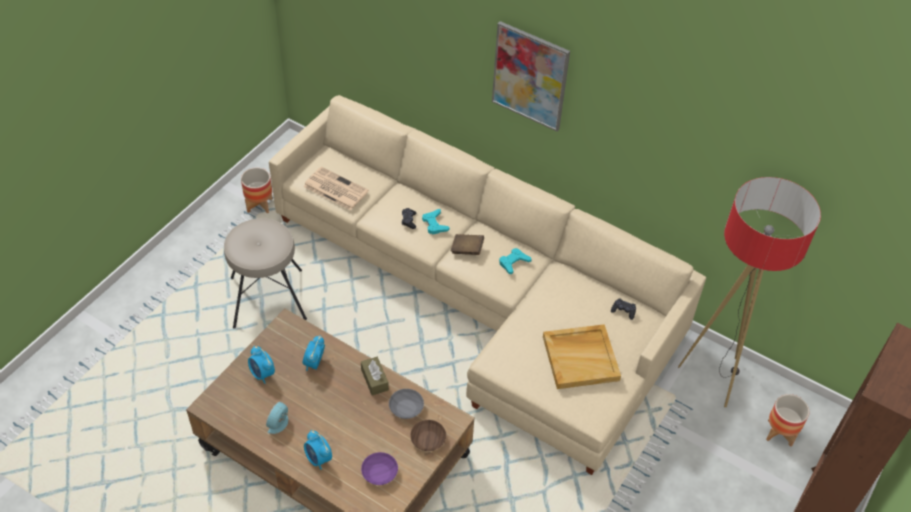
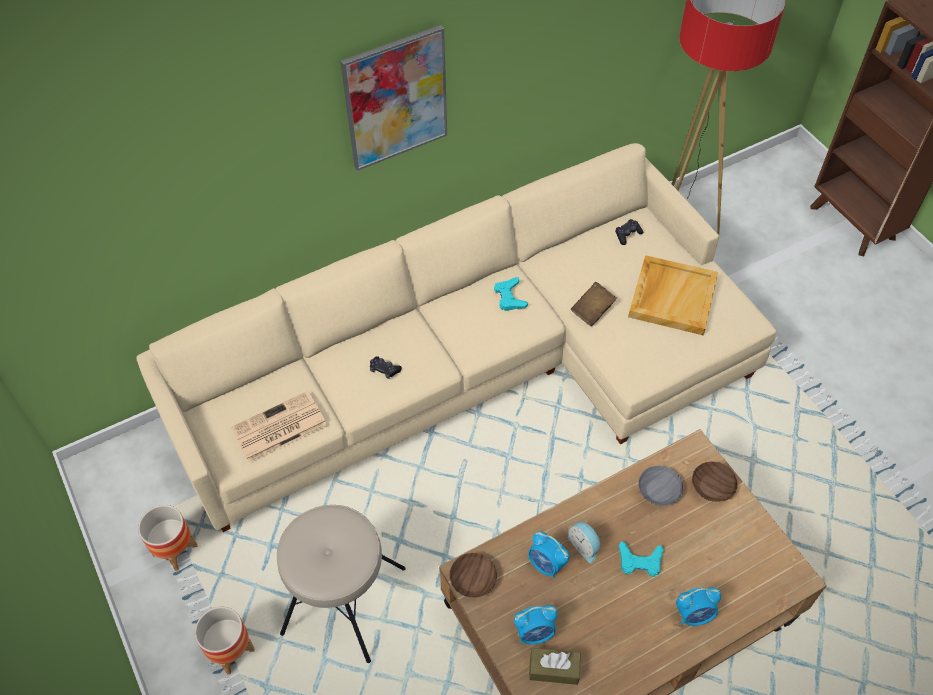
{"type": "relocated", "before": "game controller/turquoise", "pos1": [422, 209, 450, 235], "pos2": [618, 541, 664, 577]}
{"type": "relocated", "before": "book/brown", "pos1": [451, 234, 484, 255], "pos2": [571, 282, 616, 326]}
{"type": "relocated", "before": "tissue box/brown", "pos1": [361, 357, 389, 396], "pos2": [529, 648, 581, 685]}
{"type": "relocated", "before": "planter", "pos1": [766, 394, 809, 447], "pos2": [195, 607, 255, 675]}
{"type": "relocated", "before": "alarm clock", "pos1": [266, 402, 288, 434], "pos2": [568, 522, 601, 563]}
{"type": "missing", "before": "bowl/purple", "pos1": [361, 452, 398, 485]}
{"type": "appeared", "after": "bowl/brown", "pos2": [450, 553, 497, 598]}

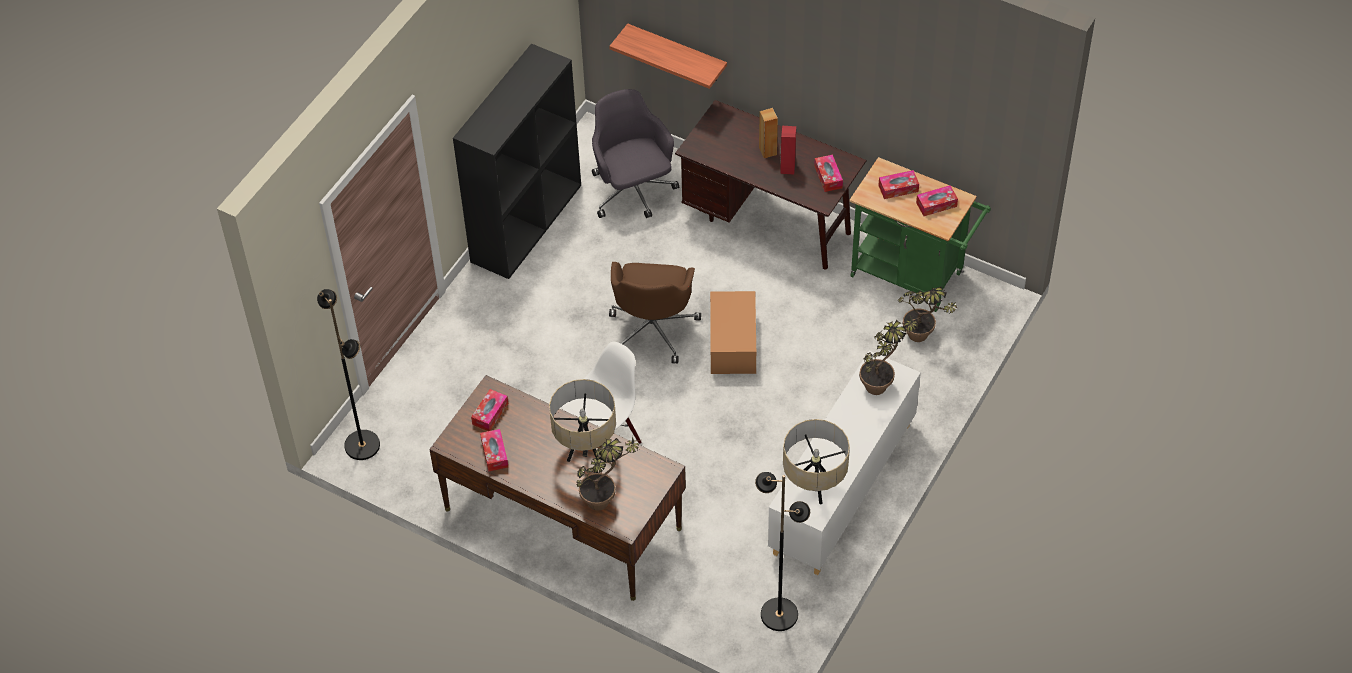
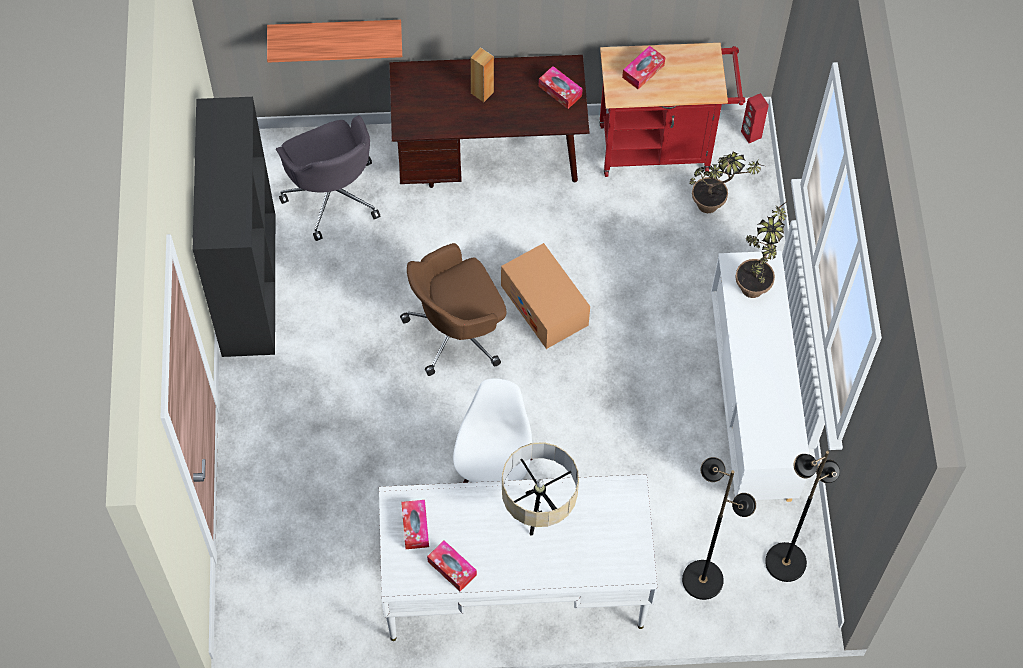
{"type": "spun", "before": "office chair/grey", "pos1": [592, 89, 679, 218], "pos2": [276, 115, 381, 241], "turn": -150}
{"type": "relocated", "before": "speaker/red", "pos1": [780, 126, 796, 174], "pos2": [741, 93, 769, 143]}
{"type": "colour", "before": "cart/green", "after": "cart/red", "pos1": [849, 157, 991, 312], "pos2": [599, 43, 745, 177]}
{"type": "missing", "before": "tissue box", "pos1": [916, 185, 958, 216]}
{"type": "spun", "before": "office chair/brown", "pos1": [609, 262, 701, 364], "pos2": [400, 243, 507, 376], "turn": 90}
{"type": "relocated", "before": "floor lamp/black", "pos1": [317, 289, 380, 460], "pos2": [682, 457, 756, 600]}
{"type": "colour", "before": "desk/brown", "after": "desk/white", "pos1": [429, 375, 686, 601], "pos2": [379, 474, 658, 641]}
{"type": "missing", "before": "table lamp/beige", "pos1": [783, 419, 850, 504]}
{"type": "missing", "before": "potted plant", "pos1": [576, 436, 640, 510]}

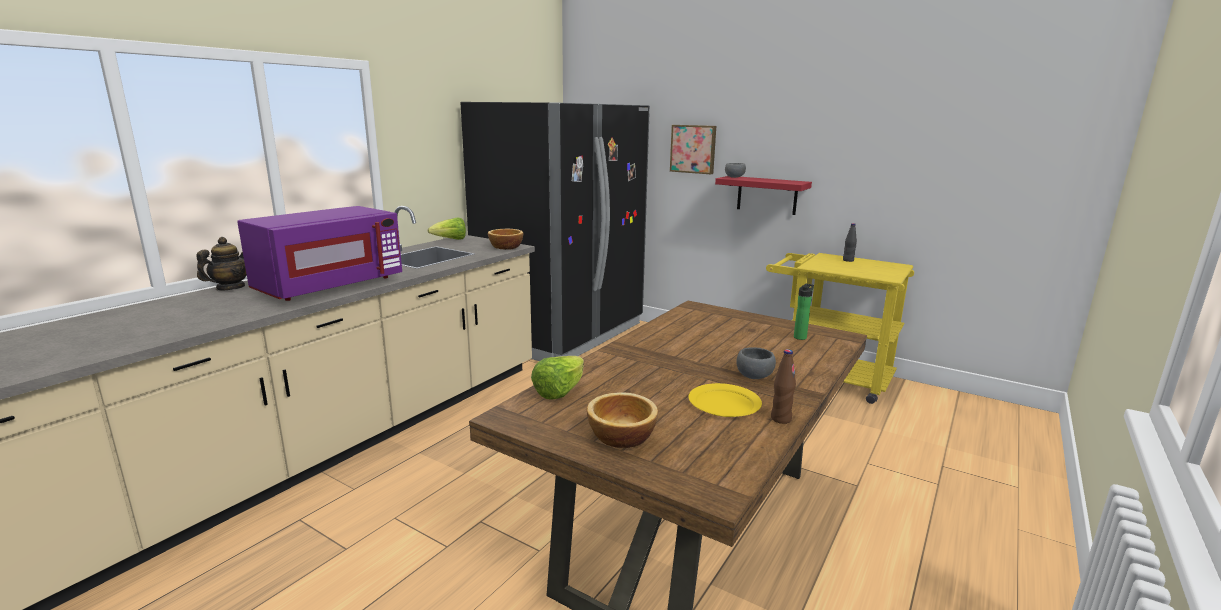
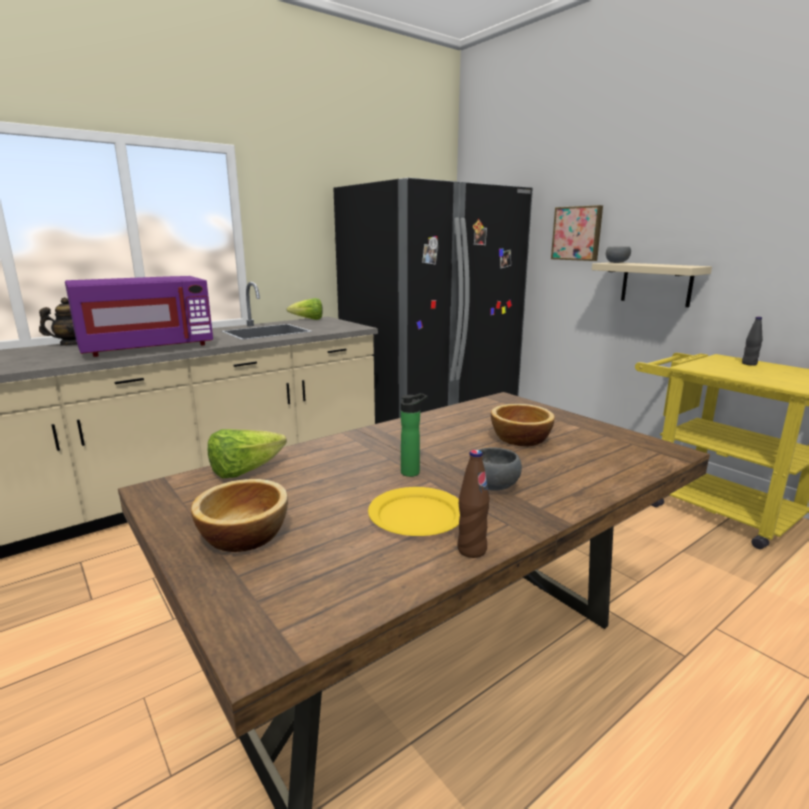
{"type": "colour", "before": "shelf/red", "after": "shelf/beige", "pos1": [715, 176, 812, 215], "pos2": [592, 262, 712, 307]}
{"type": "relocated", "before": "bowl", "pos1": [488, 229, 523, 250], "pos2": [491, 404, 555, 447]}
{"type": "relocated", "before": "bottle", "pos1": [794, 284, 814, 340], "pos2": [401, 393, 428, 477]}

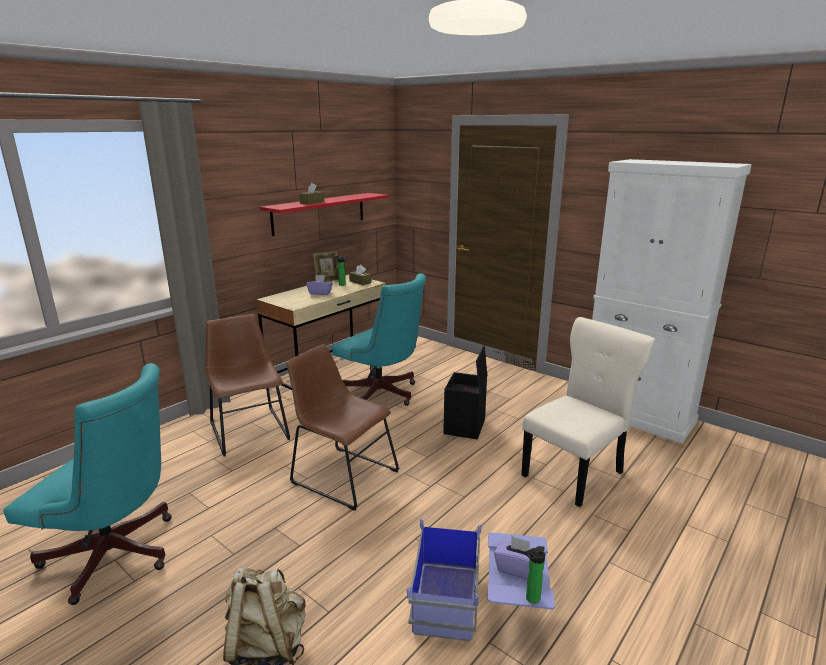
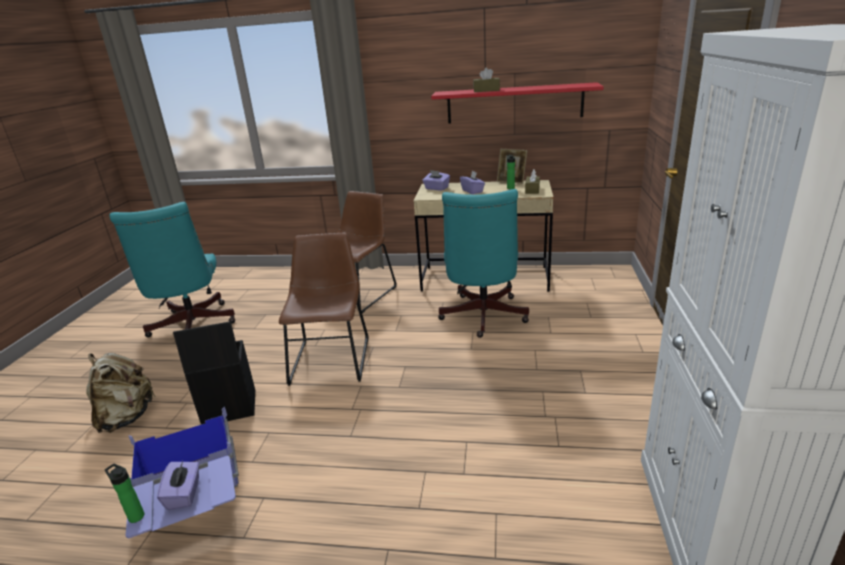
{"type": "missing", "before": "chair/beige", "pos1": [521, 317, 655, 507]}
{"type": "relocated", "before": "storage box/black", "pos1": [443, 345, 487, 440], "pos2": [173, 321, 255, 424]}
{"type": "appeared", "after": "tissue box/purple", "pos2": [423, 170, 450, 191]}

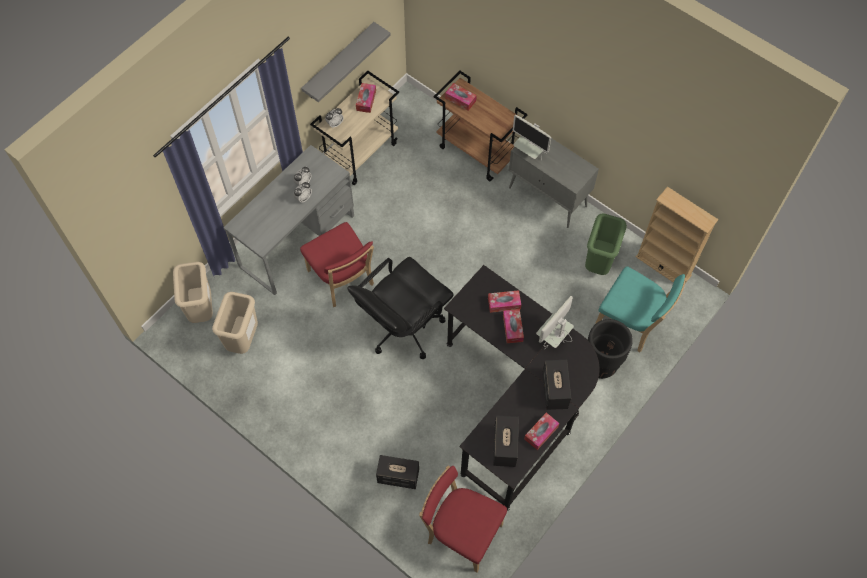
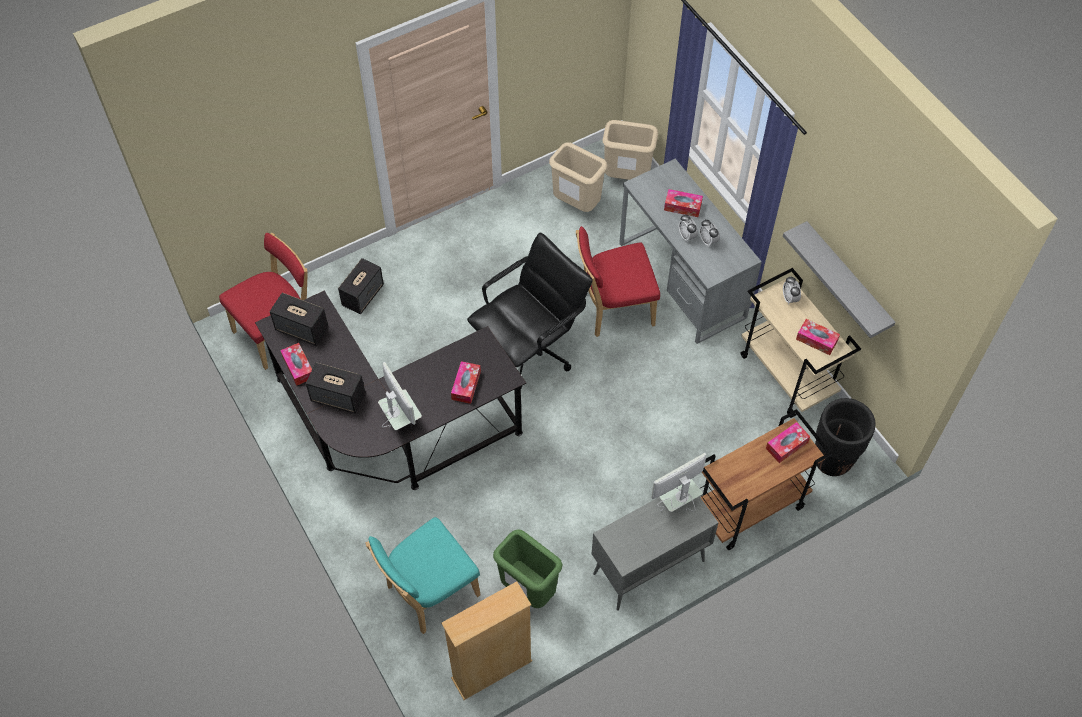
{"type": "spun", "before": "office chair/black", "pos1": [347, 257, 454, 359], "pos2": [467, 232, 592, 388], "turn": 75}
{"type": "relocated", "before": "tissue box", "pos1": [503, 309, 524, 343], "pos2": [664, 189, 703, 217]}
{"type": "relocated", "before": "planter/black", "pos1": [588, 319, 633, 379], "pos2": [815, 398, 875, 476]}

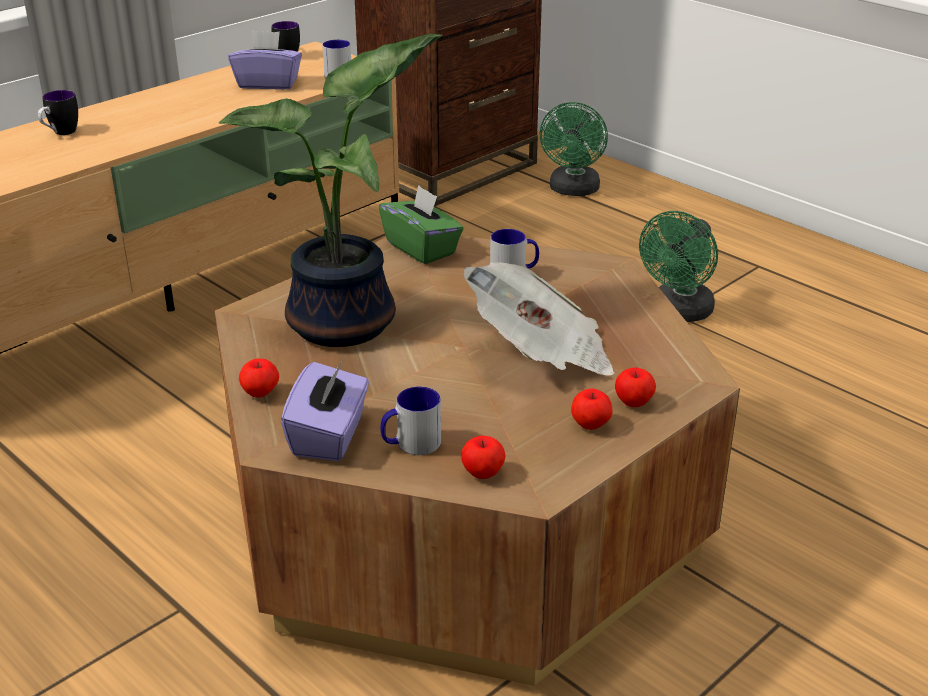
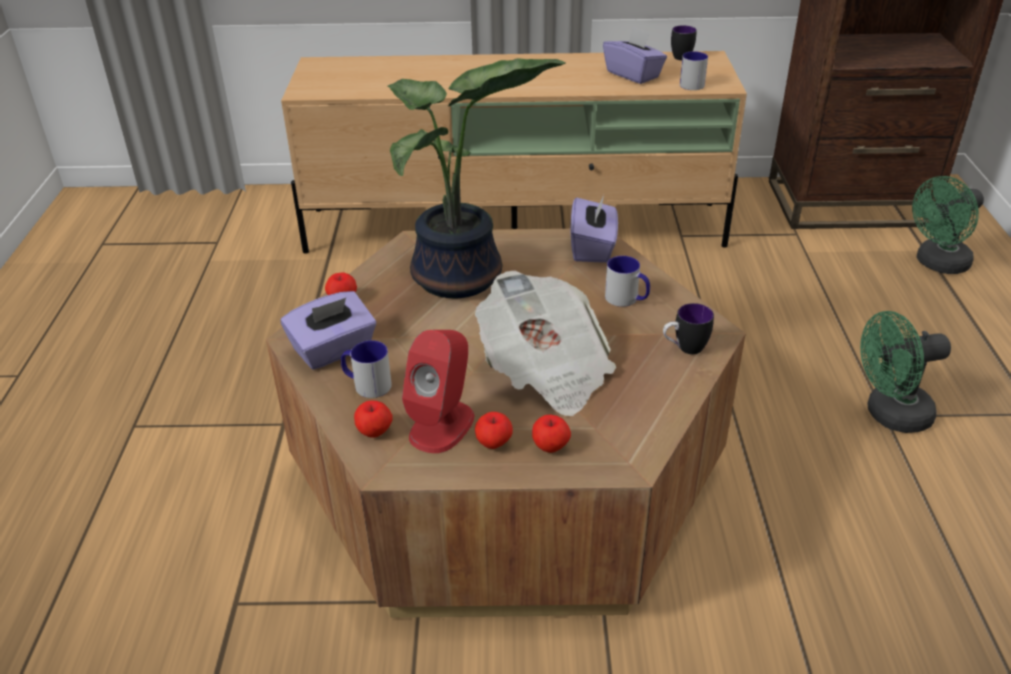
{"type": "relocated", "before": "mug", "pos1": [38, 90, 78, 135], "pos2": [663, 303, 714, 354]}
{"type": "colour", "before": "tissue box/green", "after": "tissue box/purple", "pos1": [379, 185, 464, 264], "pos2": [570, 195, 618, 263]}
{"type": "appeared", "after": "speaker/red", "pos2": [402, 330, 474, 453]}

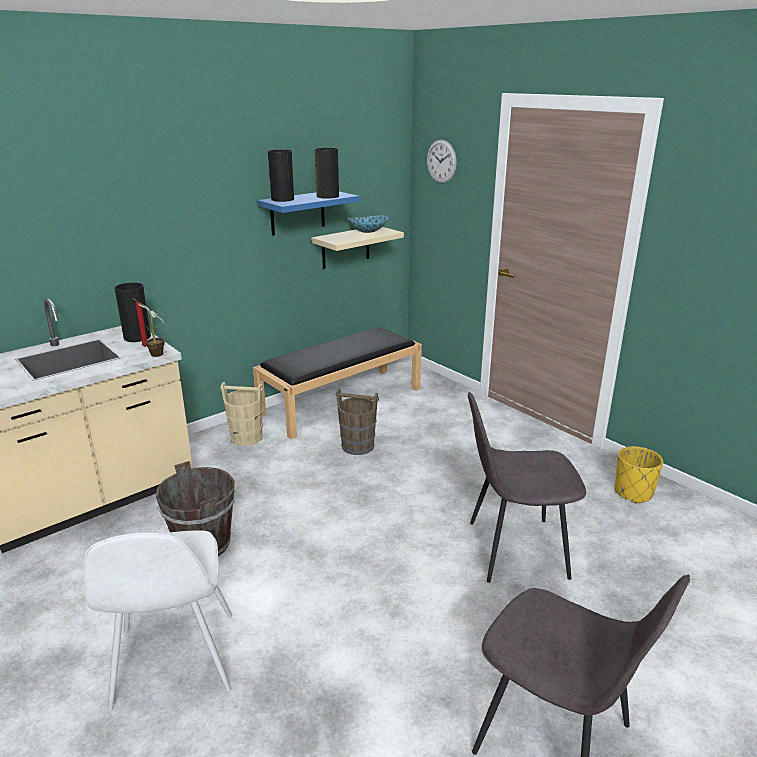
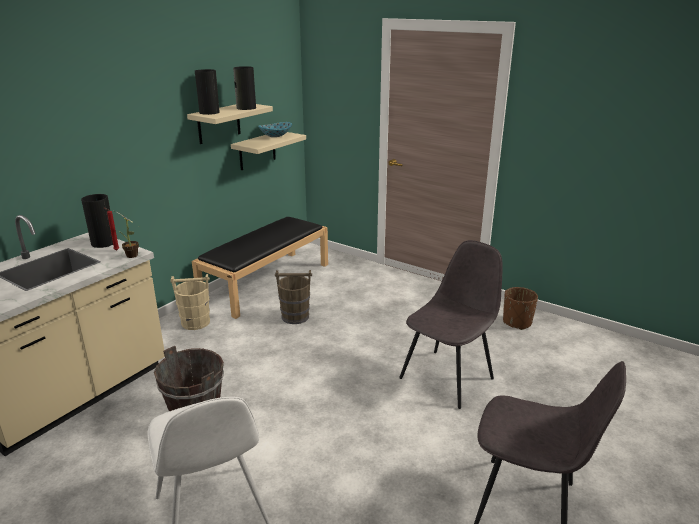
{"type": "missing", "before": "wall clock", "pos1": [427, 140, 457, 183]}
{"type": "colour", "before": "shelf/blue", "after": "shelf/beige", "pos1": [257, 191, 360, 235], "pos2": [187, 104, 273, 144]}
{"type": "spun", "before": "chair/grey", "pos1": [468, 392, 586, 583], "pos2": [399, 240, 502, 409], "turn": 150}
{"type": "colour", "before": "planter/yellow", "after": "planter/brown", "pos1": [615, 446, 663, 503], "pos2": [503, 287, 538, 330]}

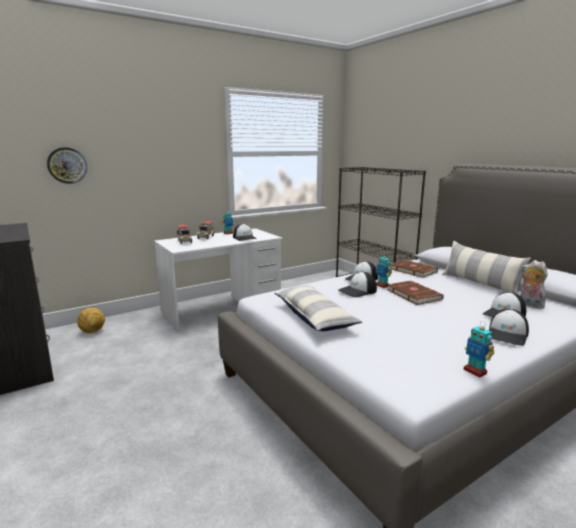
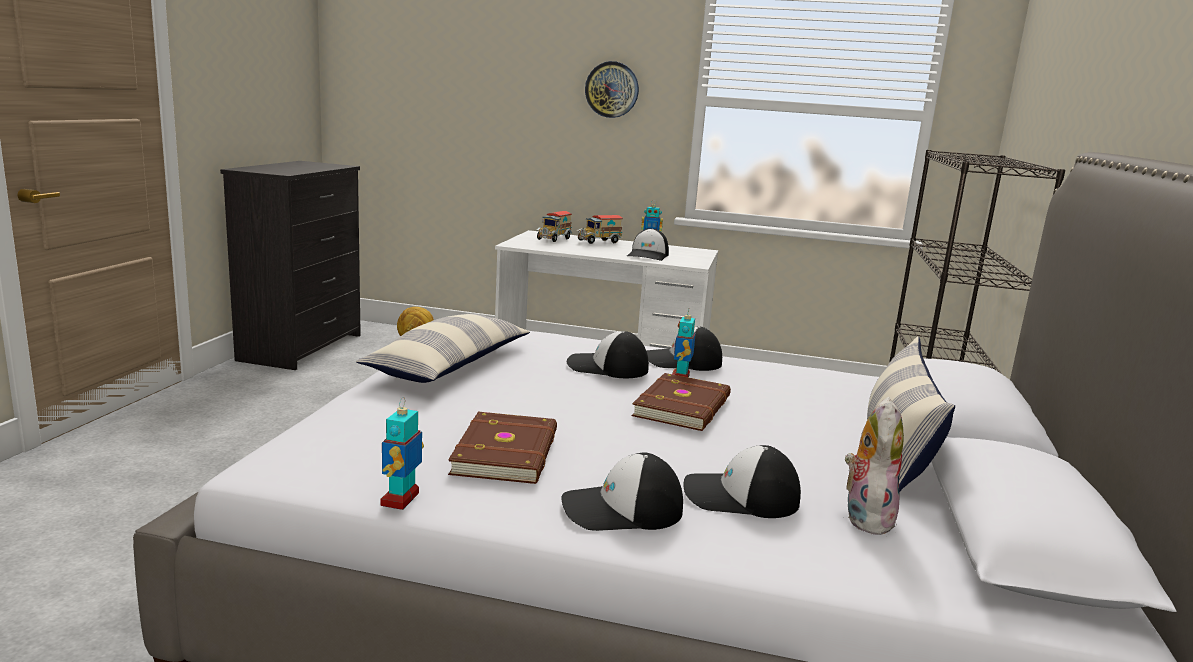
{"type": "relocated", "before": "wall clock", "pos1": [47, 147, 87, 184], "pos2": [585, 61, 639, 118]}
{"type": "relocated", "before": "book/brown", "pos1": [390, 260, 438, 278], "pos2": [448, 412, 557, 484]}

